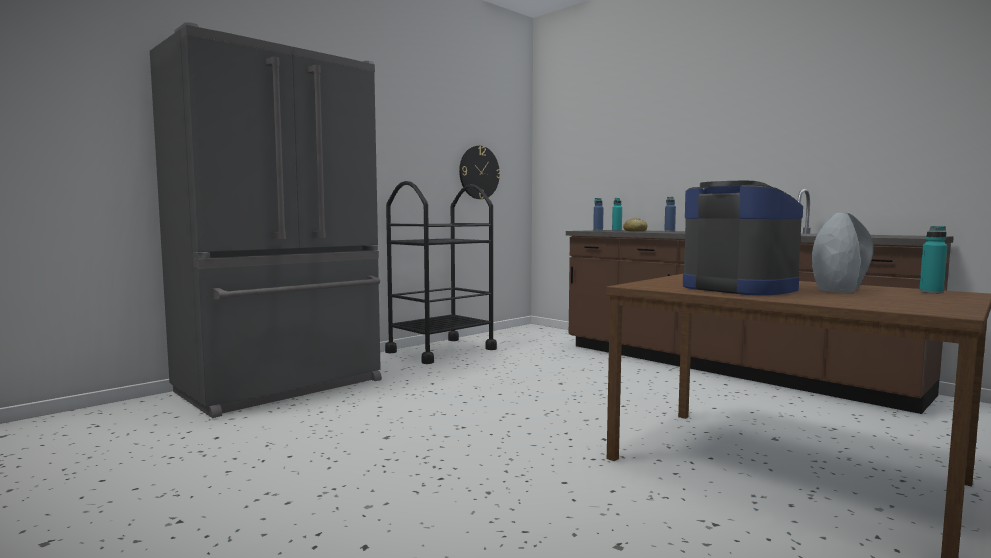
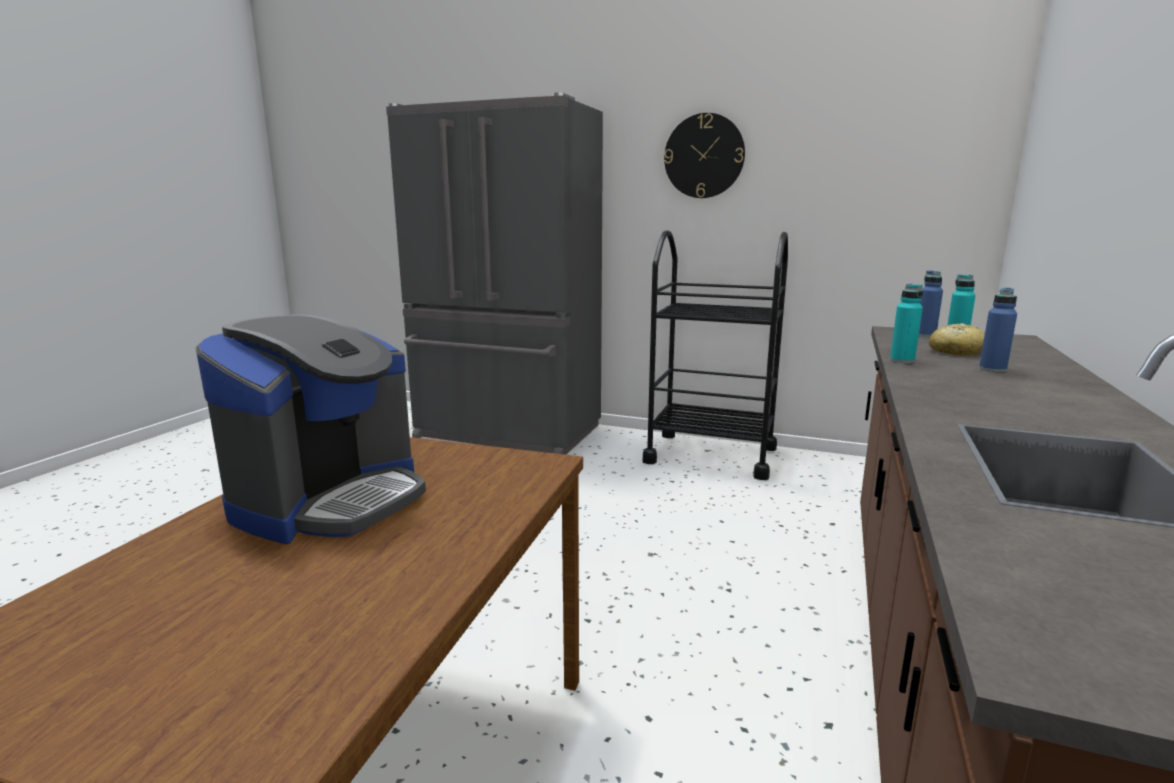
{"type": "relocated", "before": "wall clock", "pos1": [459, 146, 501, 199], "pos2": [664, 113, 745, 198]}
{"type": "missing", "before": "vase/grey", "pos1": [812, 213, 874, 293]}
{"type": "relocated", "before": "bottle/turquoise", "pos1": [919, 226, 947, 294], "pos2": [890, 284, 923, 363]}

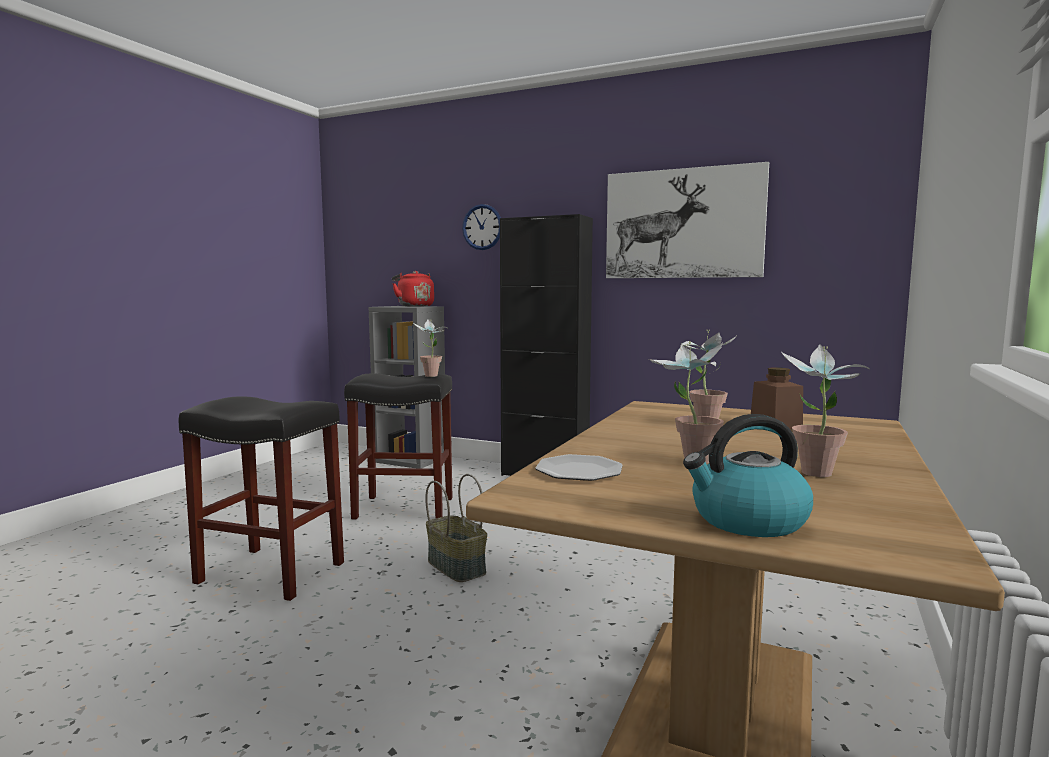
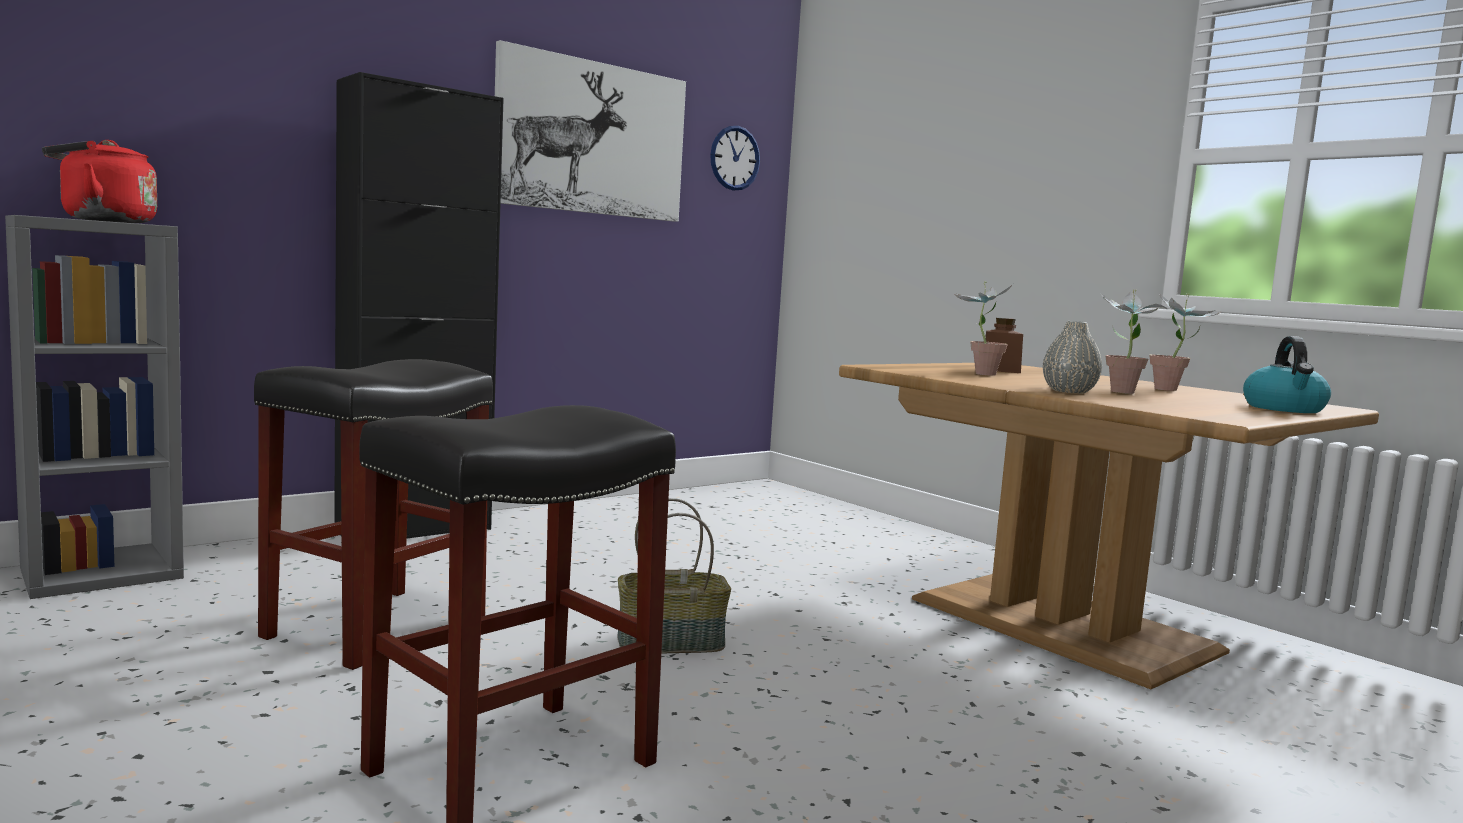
{"type": "relocated", "before": "wall clock", "pos1": [462, 204, 501, 250], "pos2": [710, 126, 760, 191]}
{"type": "missing", "before": "potted plant", "pos1": [413, 319, 447, 377]}
{"type": "missing", "before": "plate", "pos1": [535, 454, 623, 481]}
{"type": "appeared", "after": "vase/grey", "pos2": [1043, 321, 1102, 394]}

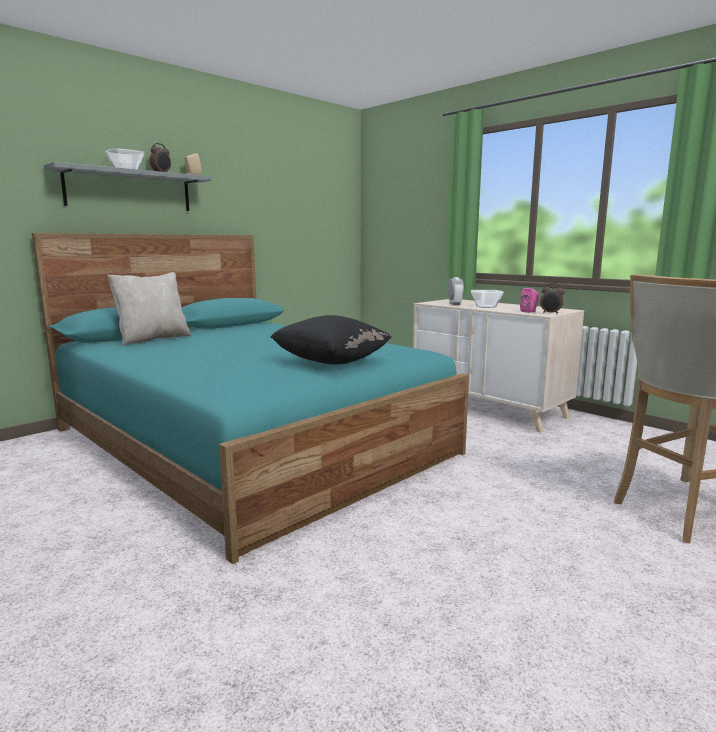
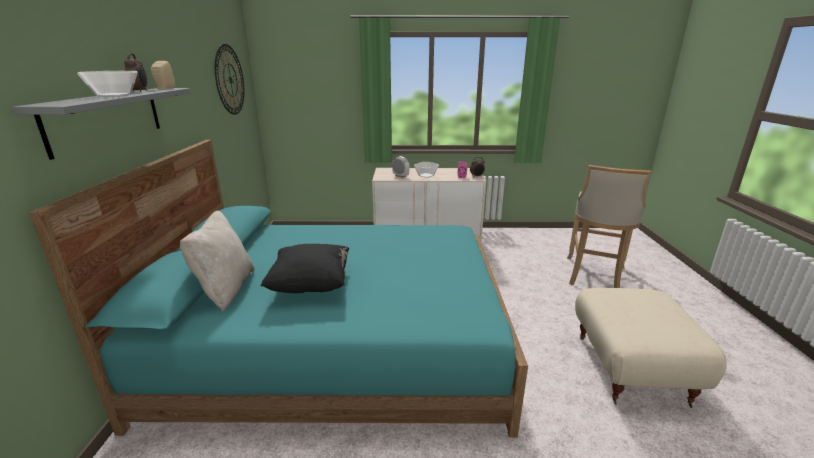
{"type": "relocated", "before": "pillow/black", "pos1": [270, 315, 392, 364], "pos2": [260, 244, 349, 293]}
{"type": "appeared", "after": "wall clock", "pos2": [215, 44, 244, 115]}
{"type": "appeared", "after": "ottoman/beige", "pos2": [575, 288, 727, 408]}

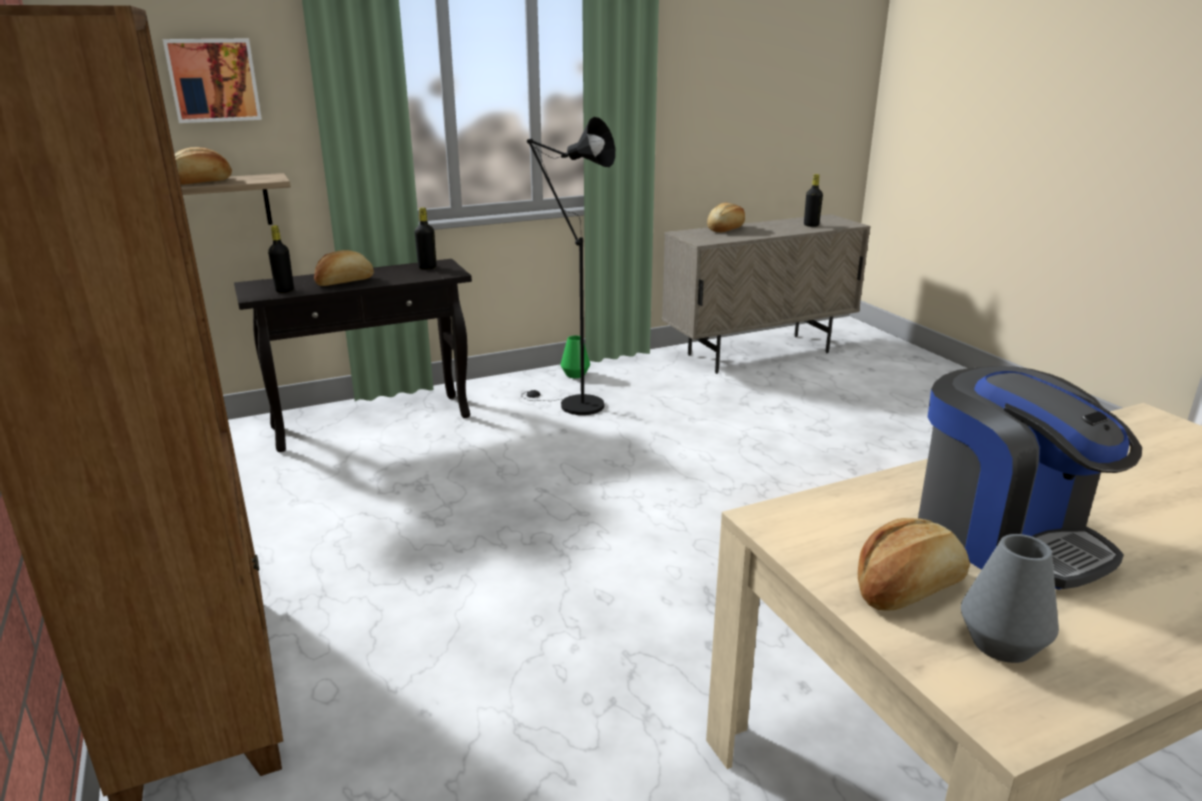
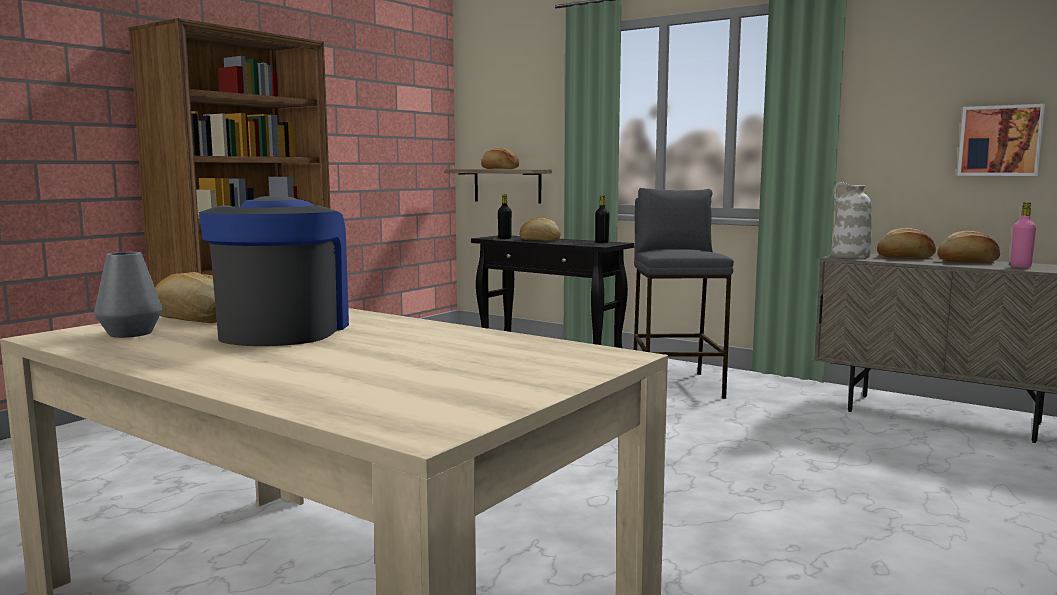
{"type": "relocated", "before": "picture", "pos1": [163, 39, 262, 123], "pos2": [957, 104, 1045, 176]}
{"type": "exchanged", "before": "floor lamp/black", "after": "stool/grey", "pos1": [523, 117, 615, 415], "pos2": [634, 188, 734, 399]}
{"type": "colour", "before": "bottle/black", "after": "bottle/pink", "pos1": [804, 174, 823, 227], "pos2": [1010, 202, 1036, 268]}
{"type": "missing", "before": "vase/green", "pos1": [561, 336, 590, 378]}
{"type": "spun", "before": "coffee machine", "pos1": [918, 366, 1142, 590], "pos2": [199, 196, 349, 346], "turn": 150}
{"type": "appeared", "after": "vase/white", "pos2": [832, 182, 872, 259]}
{"type": "appeared", "after": "bread", "pos2": [937, 231, 1000, 262]}

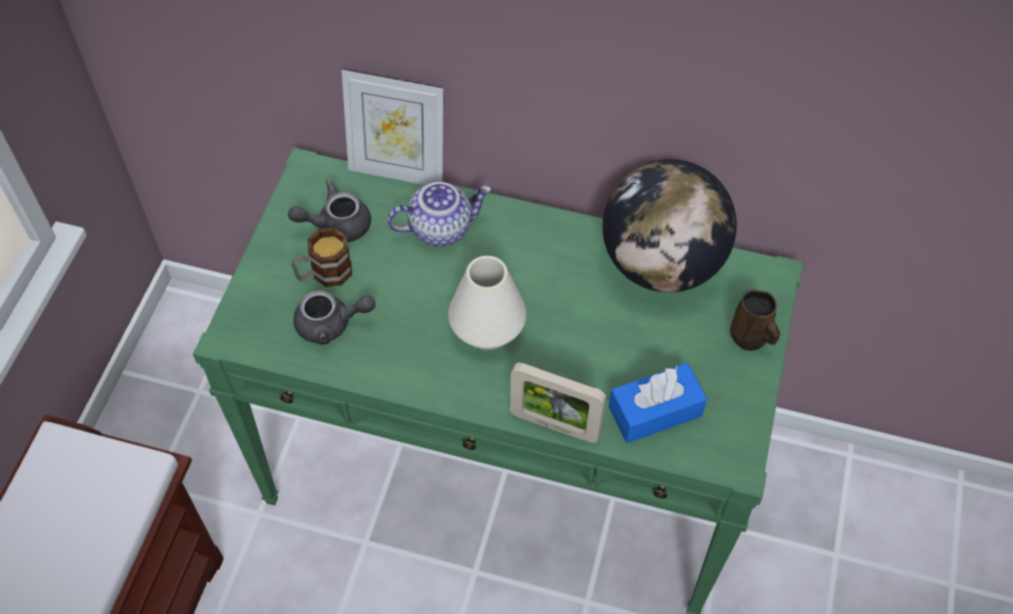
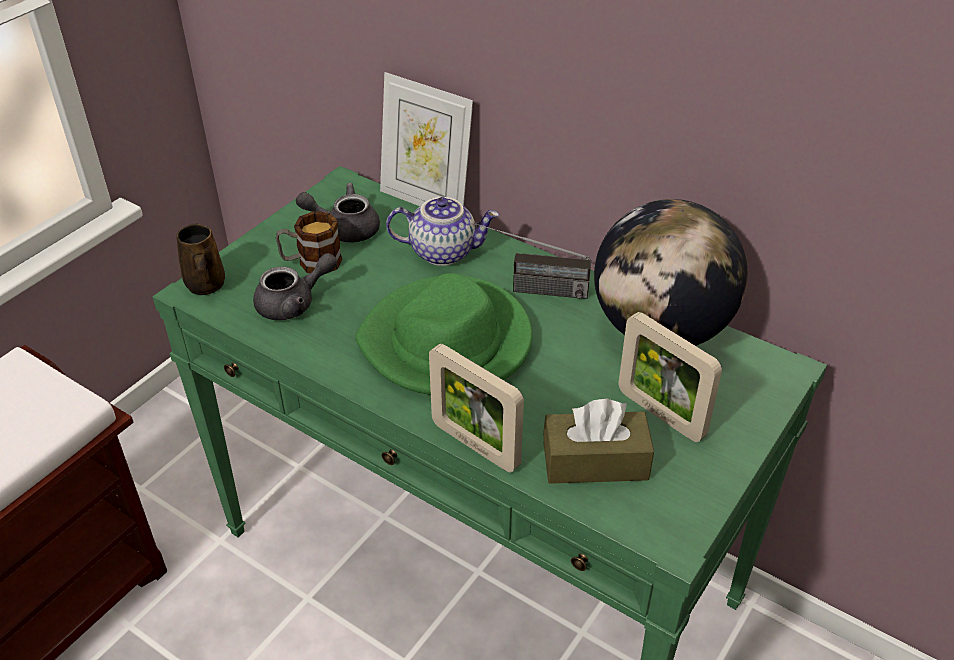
{"type": "exchanged", "before": "vase/white", "after": "hat/green", "pos1": [448, 256, 526, 350], "pos2": [355, 273, 533, 395]}
{"type": "relocated", "before": "mug/brown", "pos1": [730, 289, 780, 351], "pos2": [176, 223, 225, 295]}
{"type": "spun", "before": "teapot/grey", "pos1": [293, 290, 376, 345], "pos2": [253, 253, 337, 320], "turn": -45}
{"type": "colour", "before": "tissue box/blue", "after": "tissue box/brown", "pos1": [609, 363, 707, 443], "pos2": [543, 399, 654, 484]}
{"type": "appeared", "after": "radio", "pos2": [475, 223, 591, 299]}
{"type": "appeared", "after": "picture frame", "pos2": [619, 312, 722, 442]}

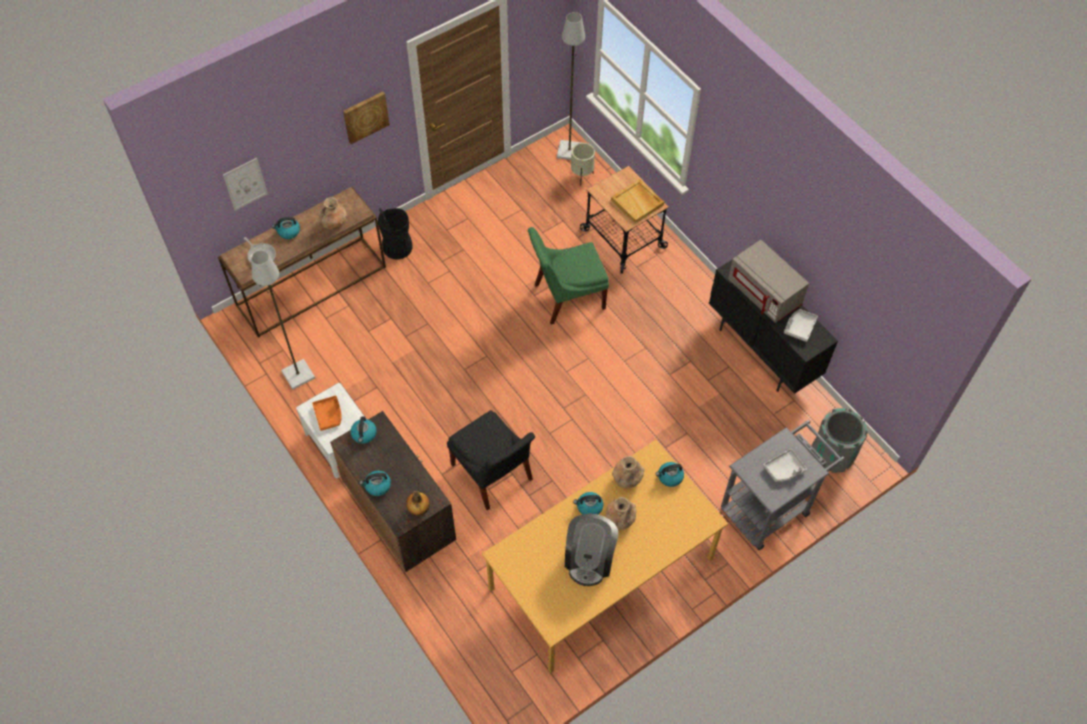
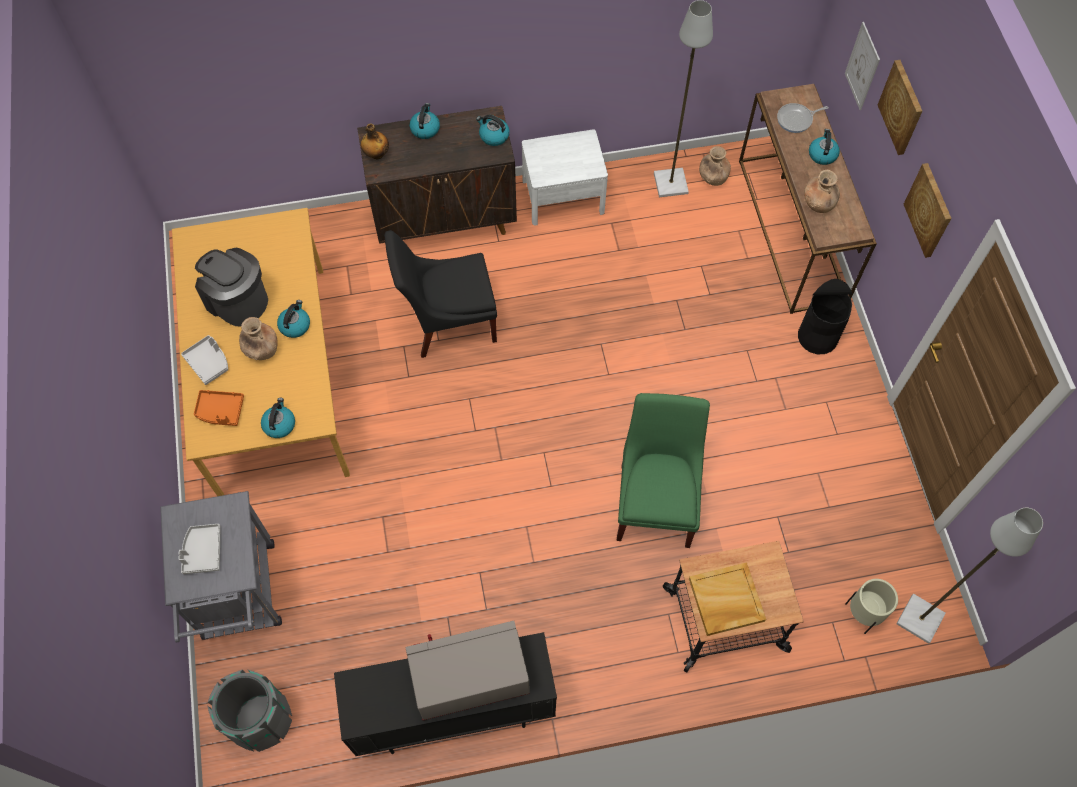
{"type": "relocated", "before": "tray/grey", "pos1": [784, 309, 818, 342], "pos2": [181, 335, 228, 385]}
{"type": "relocated", "before": "tray/orange", "pos1": [312, 396, 342, 431], "pos2": [194, 390, 244, 426]}
{"type": "relocated", "before": "vase/brown", "pos1": [612, 456, 645, 488], "pos2": [699, 146, 731, 186]}
{"type": "appeared", "after": "picture", "pos2": [878, 60, 922, 155]}

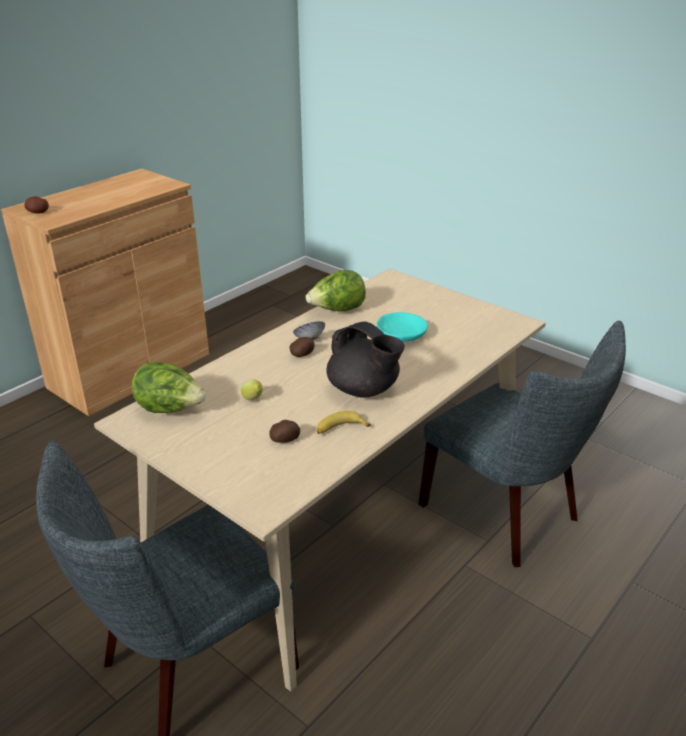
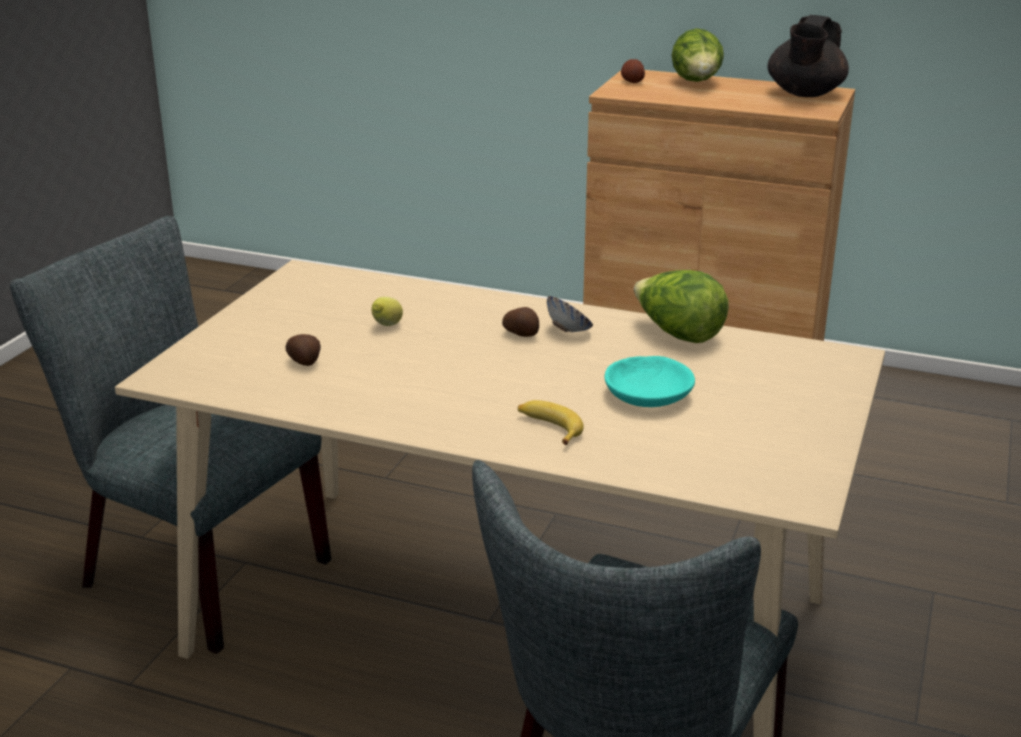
{"type": "relocated", "before": "teapot/black", "pos1": [327, 322, 405, 397], "pos2": [767, 15, 849, 97]}
{"type": "relocated", "before": "lettuce", "pos1": [132, 362, 206, 413], "pos2": [671, 28, 724, 82]}
{"type": "relocated", "before": "banana", "pos1": [317, 411, 371, 434], "pos2": [518, 400, 584, 445]}

